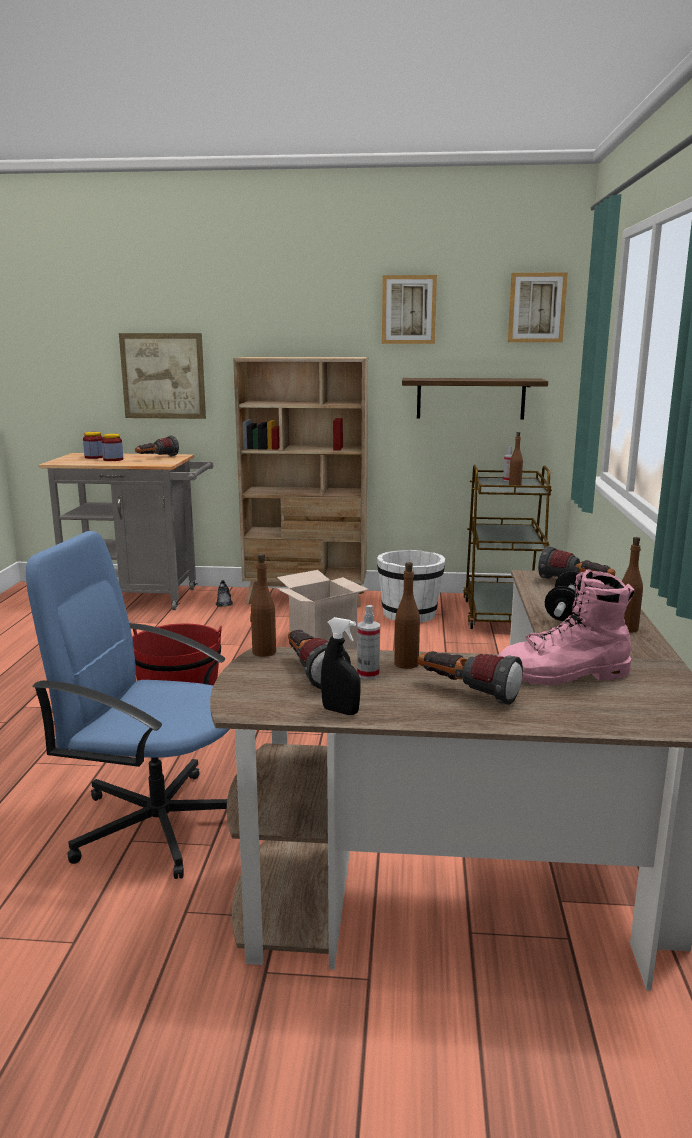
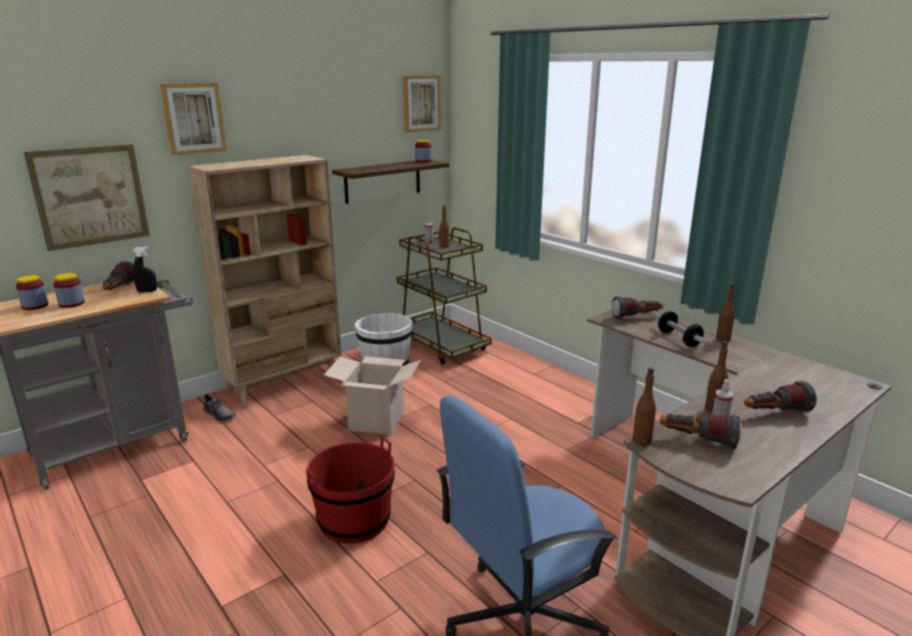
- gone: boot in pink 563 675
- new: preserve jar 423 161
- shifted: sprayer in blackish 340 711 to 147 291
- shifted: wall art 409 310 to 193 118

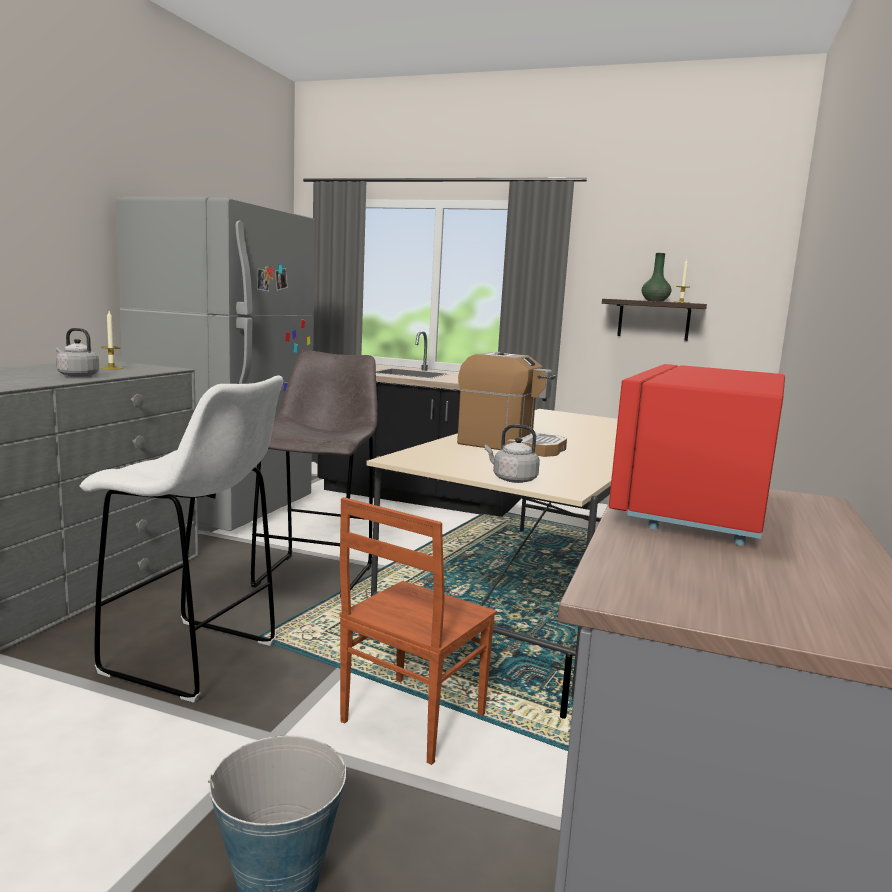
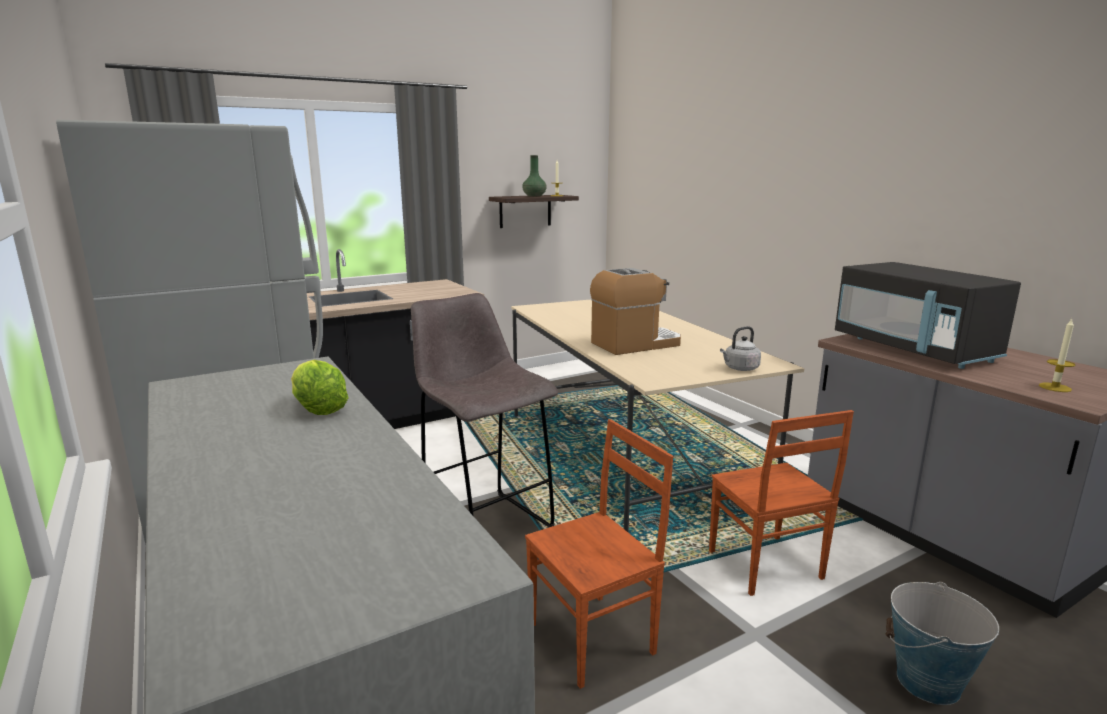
- shifted: wax light 111 368 to 1055 387
- swapped: kettle in grey 76 375 to lettuce 318 409
- swapped: sitting stool in white-coloured 194 659 to chair in brown-coloured 594 638
- repainted: microwave oven in reddish 693 506 to microwave oven in blackish 913 350

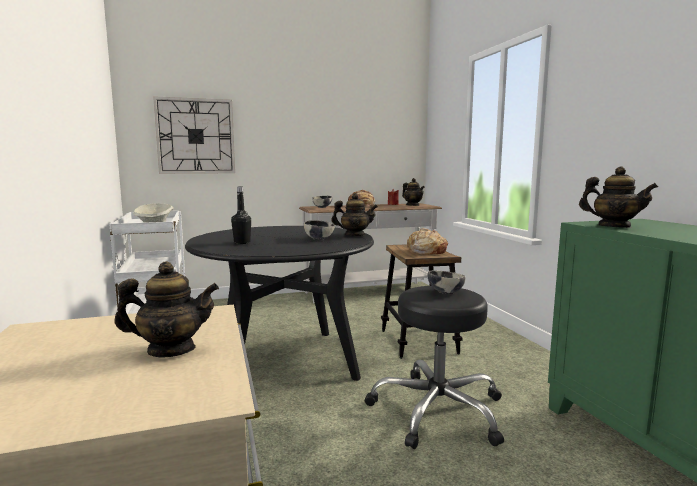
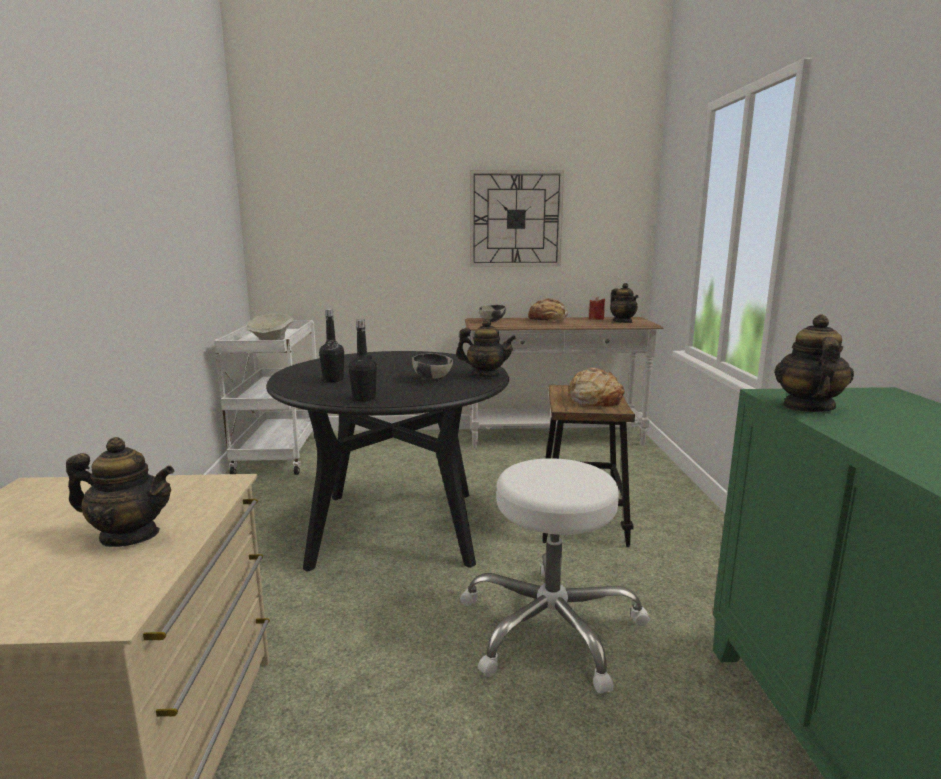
- gone: bowl 445 292
- new: beverage bottle in blackish 364 399
- shifted: clock on the wall 195 136 to 515 219
- repainted: sitting stool in blackish 437 411 to sitting stool in white-coloured 549 627
- rotated: pot for tea 614 227 = 807 407 120 degrees counterclockwise

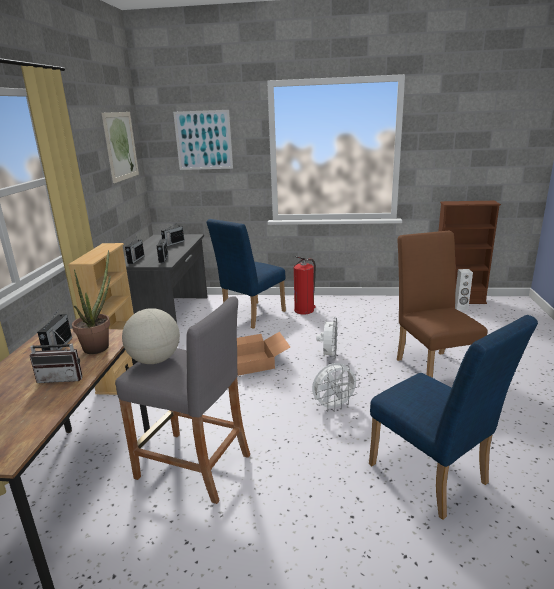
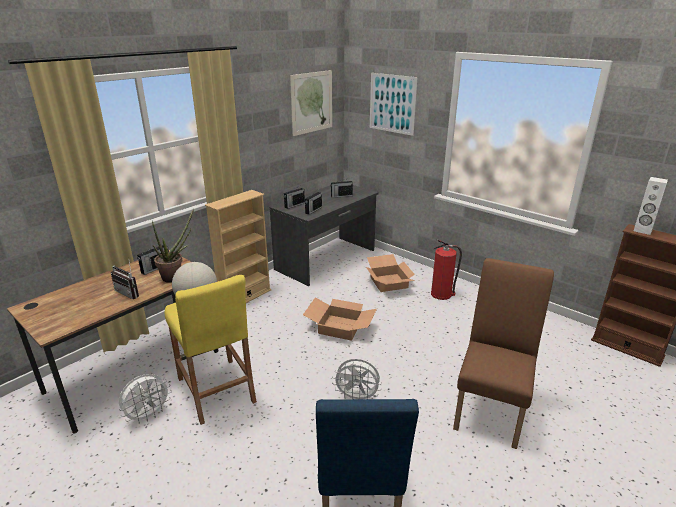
- shifted: fan in white-coloured 328 357 to 148 415
- shifted: loudspeaker in white-coloured 460 308 to 642 230
- swapped: chair in blue-coloured 250 316 to cardboard box 388 282
- repainted: sitting stool in grey 193 466 to sitting stool in yellowish 216 390

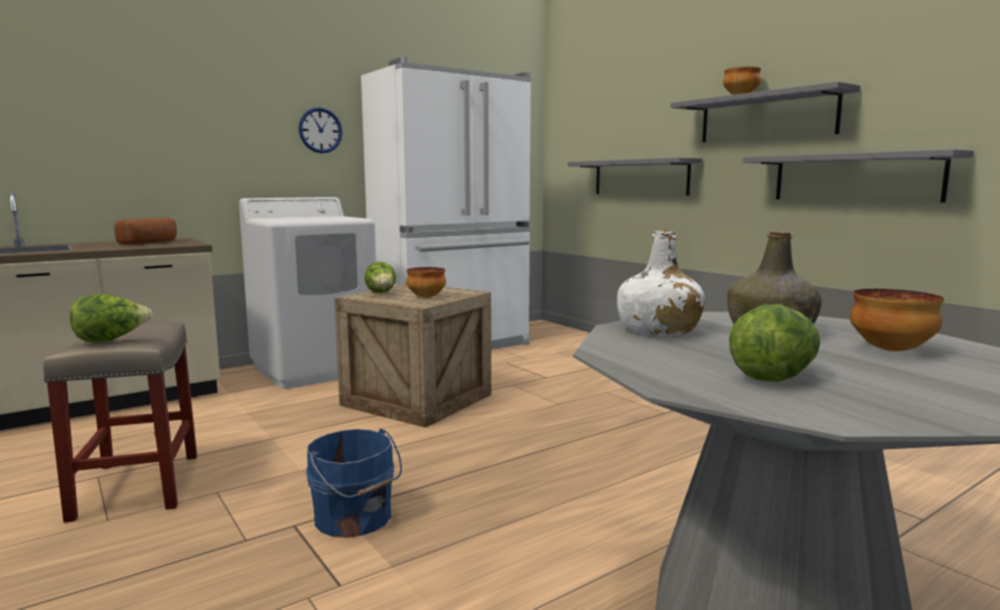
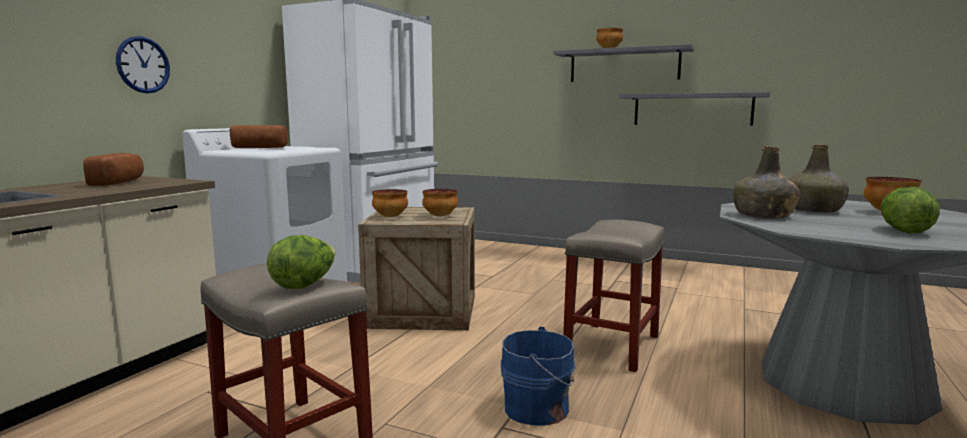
- gone: shelf in grey 640 177
- new: bakery bread 258 148
- new: sitting stool in beige-coloured 612 345
- shifted: clock on the wall 320 130 to 143 65
- swapped: lettuce 381 293 to bowl 390 217
- repainted: beverage bottle in white-coloured 658 330 to beverage bottle in green 763 215

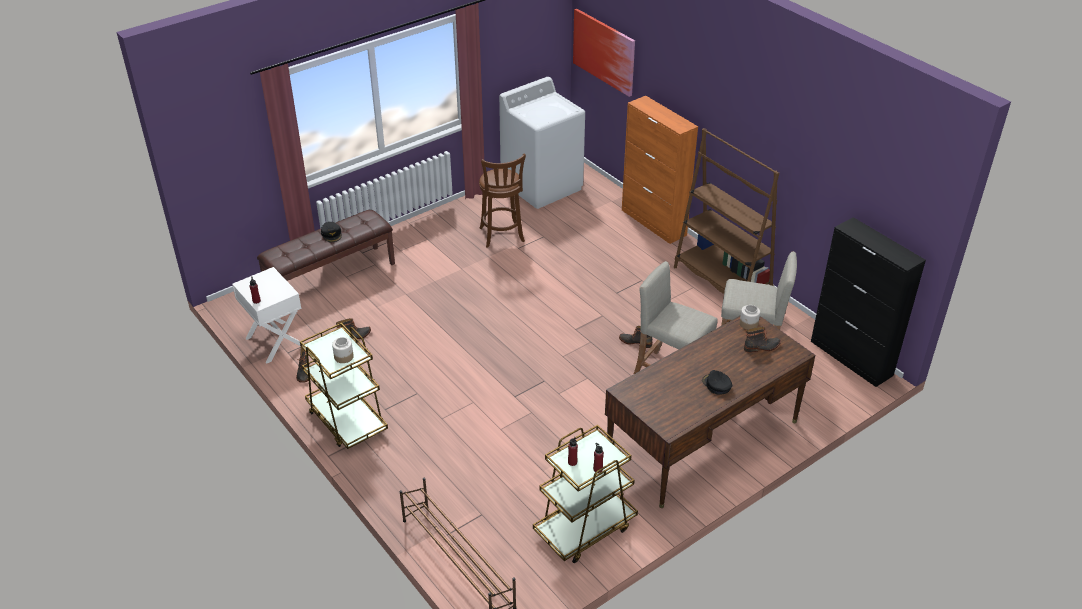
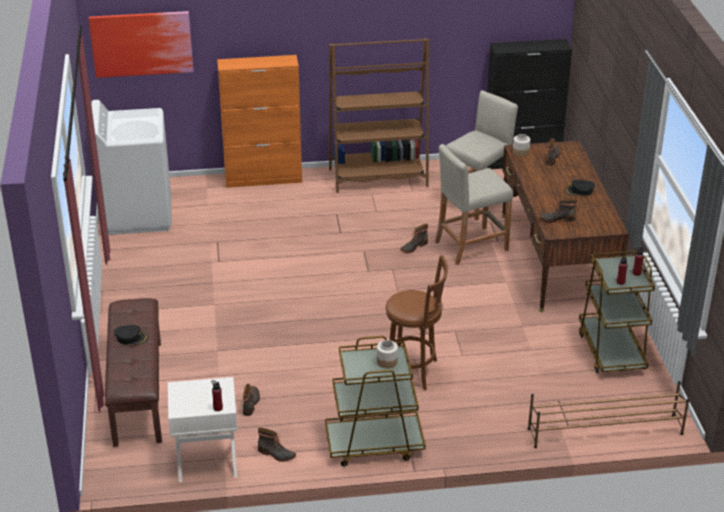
- new: boot 557 219
- shifted: sitting stool in brown-coloured 502 236 to 414 372

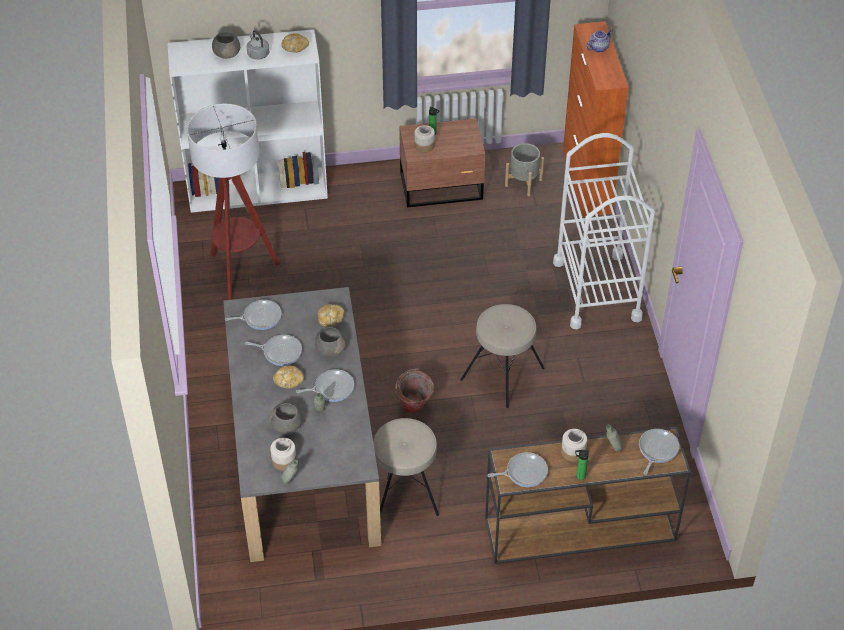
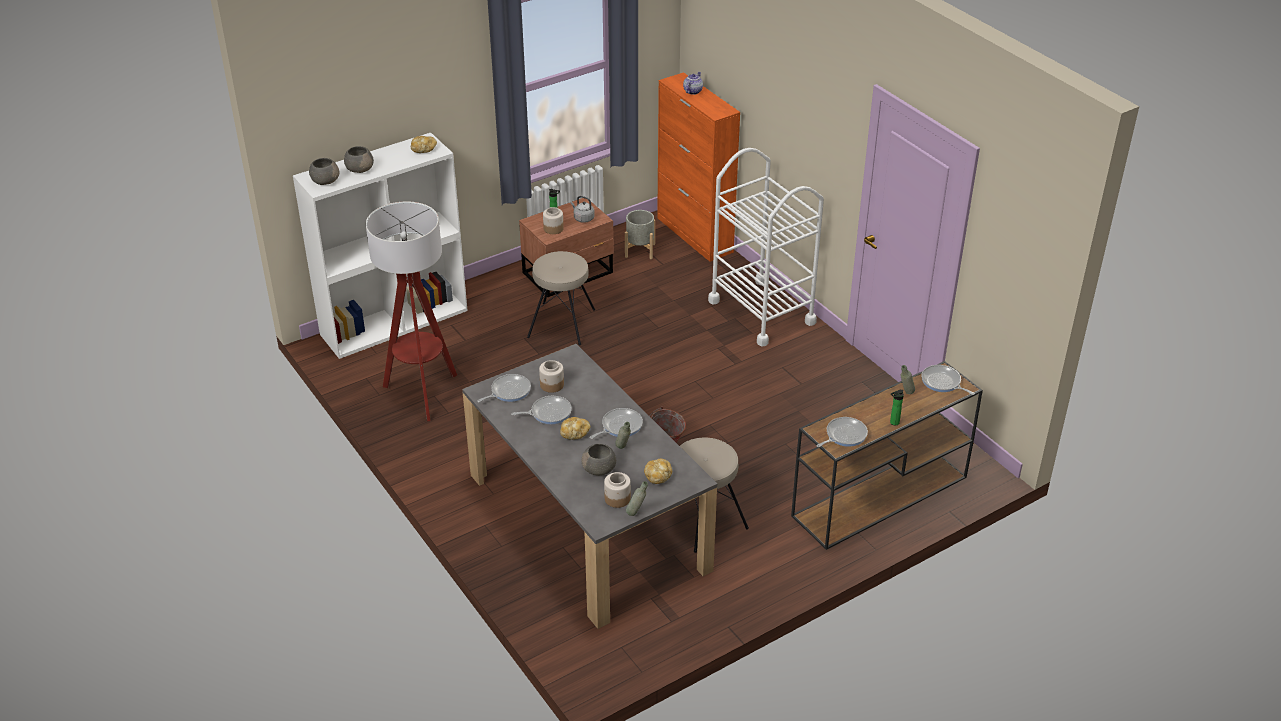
- shifted: kettle in grey 257 54 to 583 218
- shifted: bowl in grey 330 349 to 325 181
- shifted: bakery bread 330 319 to 658 476
- shifted: sitting stool in beige-coloured 503 374 to 562 323
- shifted: preserve jar 573 452 to 552 385
- rotated: frying pan 657 450 = 942 382 45 degrees counterclockwise

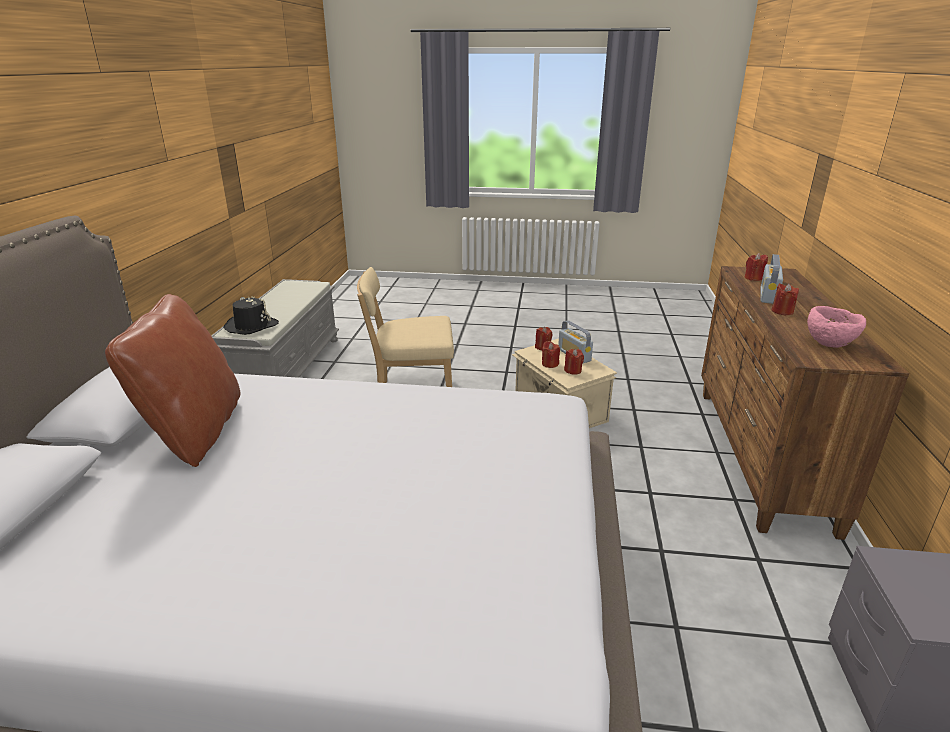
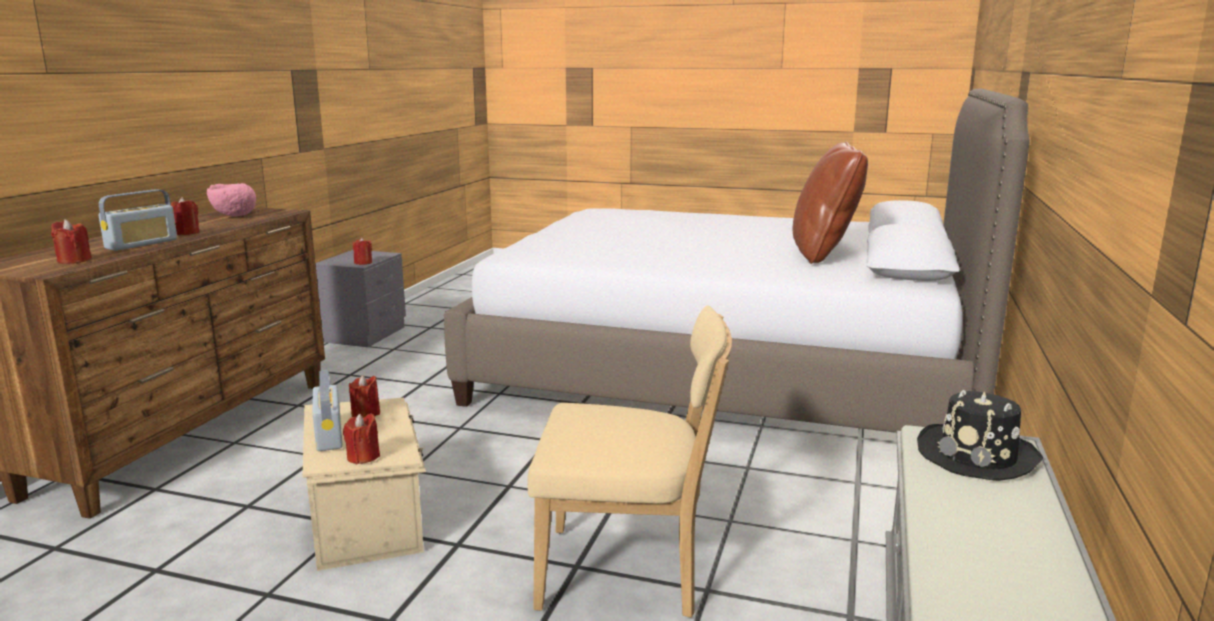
- shifted: wax light in reddish 550 364 to 363 263

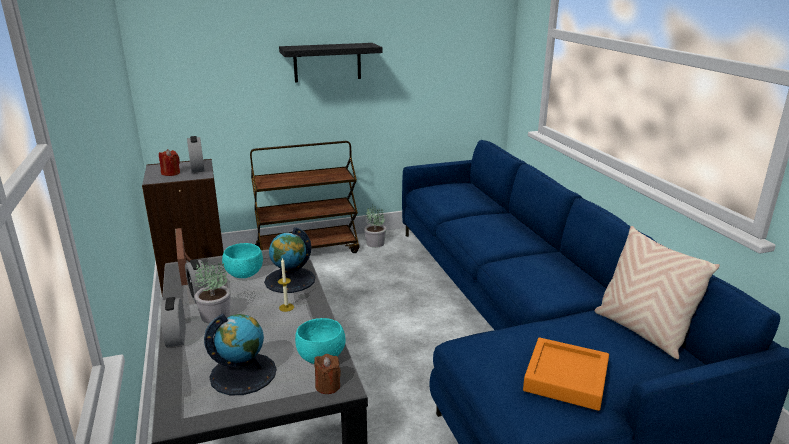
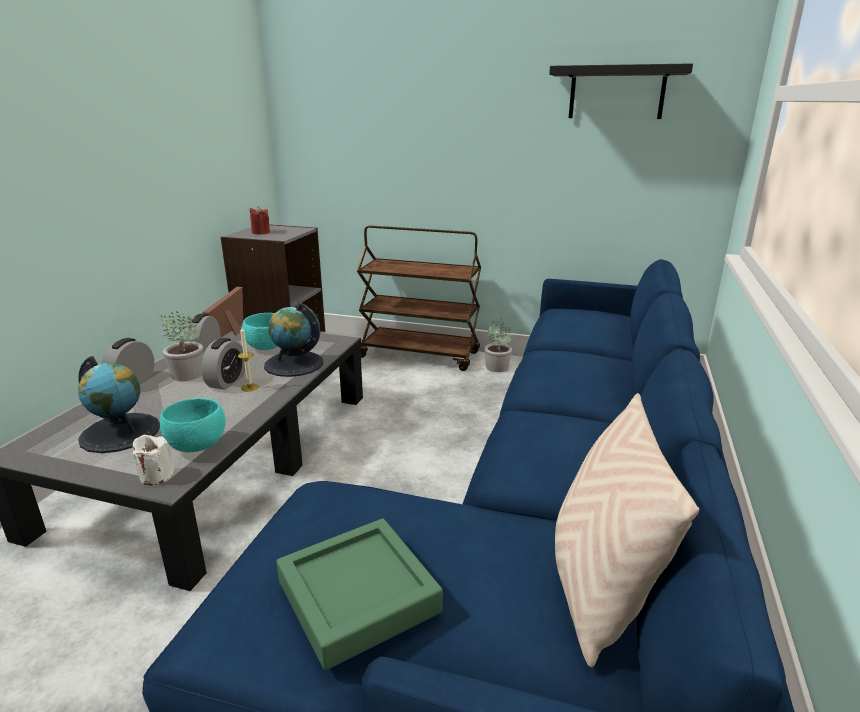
- shifted: alarm clock 197 168 to 227 382
- shifted: shelf in blackish 327 62 to 616 93
- repainted: wax light in brown-coloured 327 386 to wax light in white-coloured 156 476
- repainted: carrying tray in orange 566 379 to carrying tray in green 358 596

